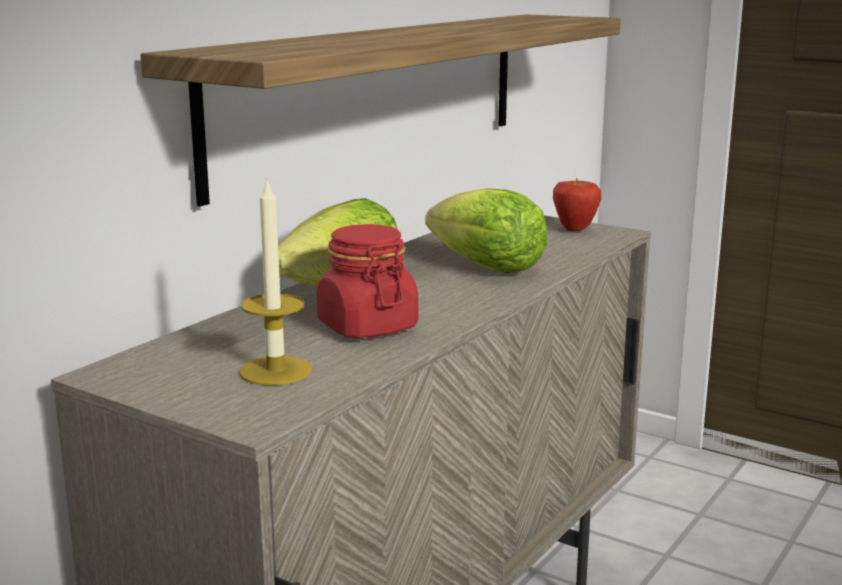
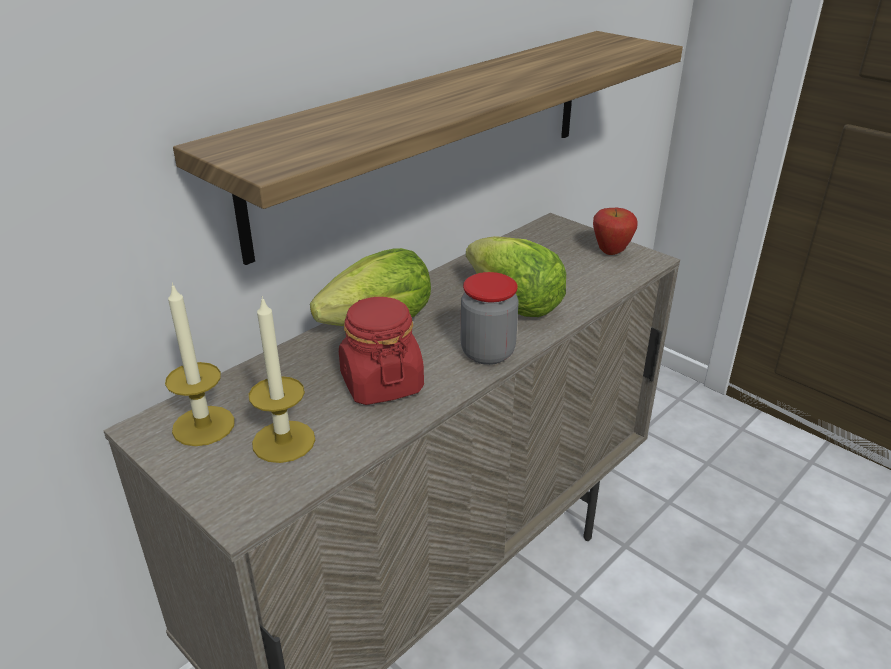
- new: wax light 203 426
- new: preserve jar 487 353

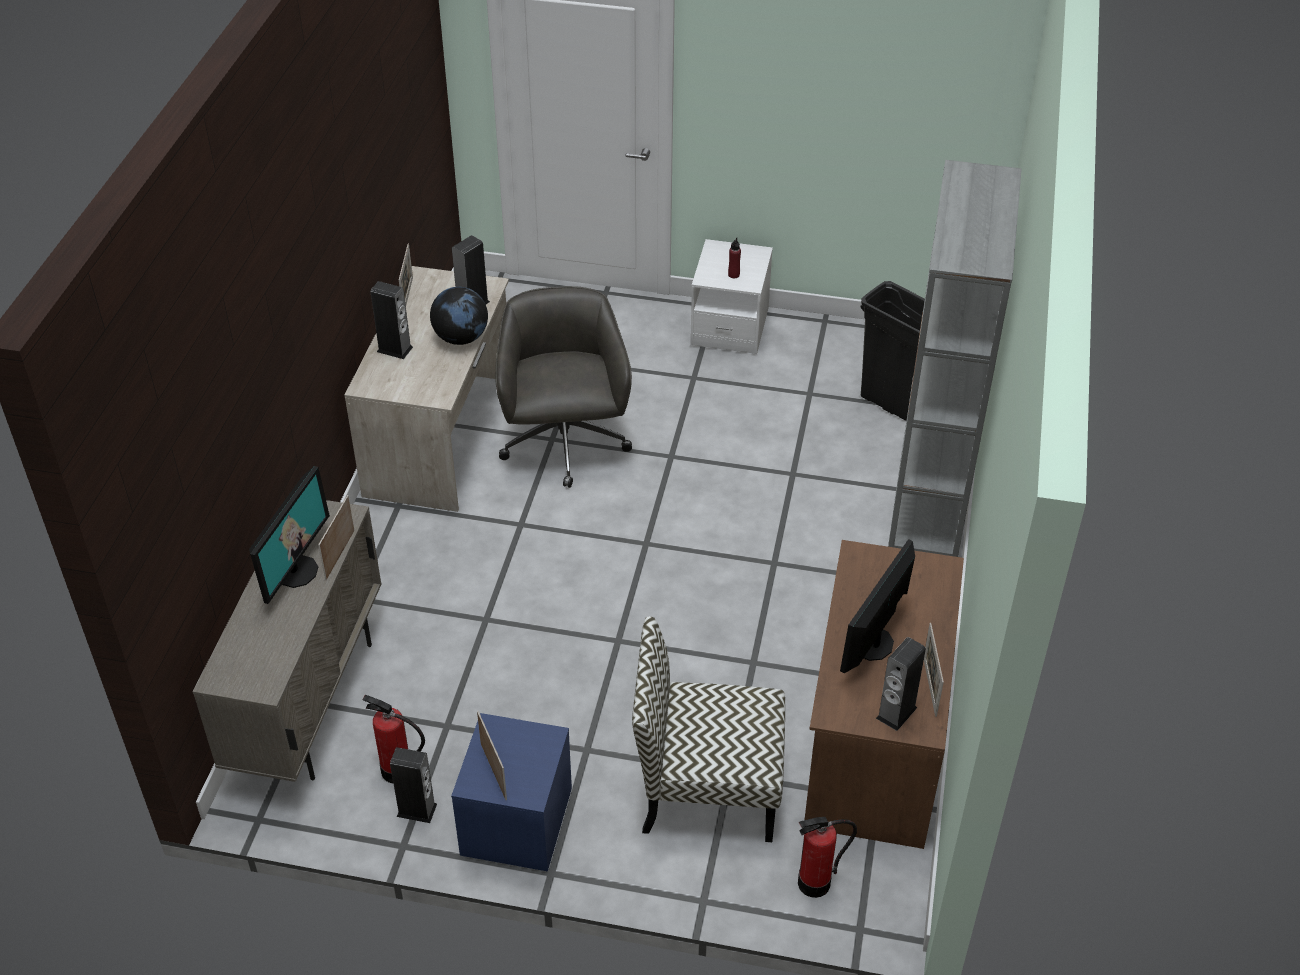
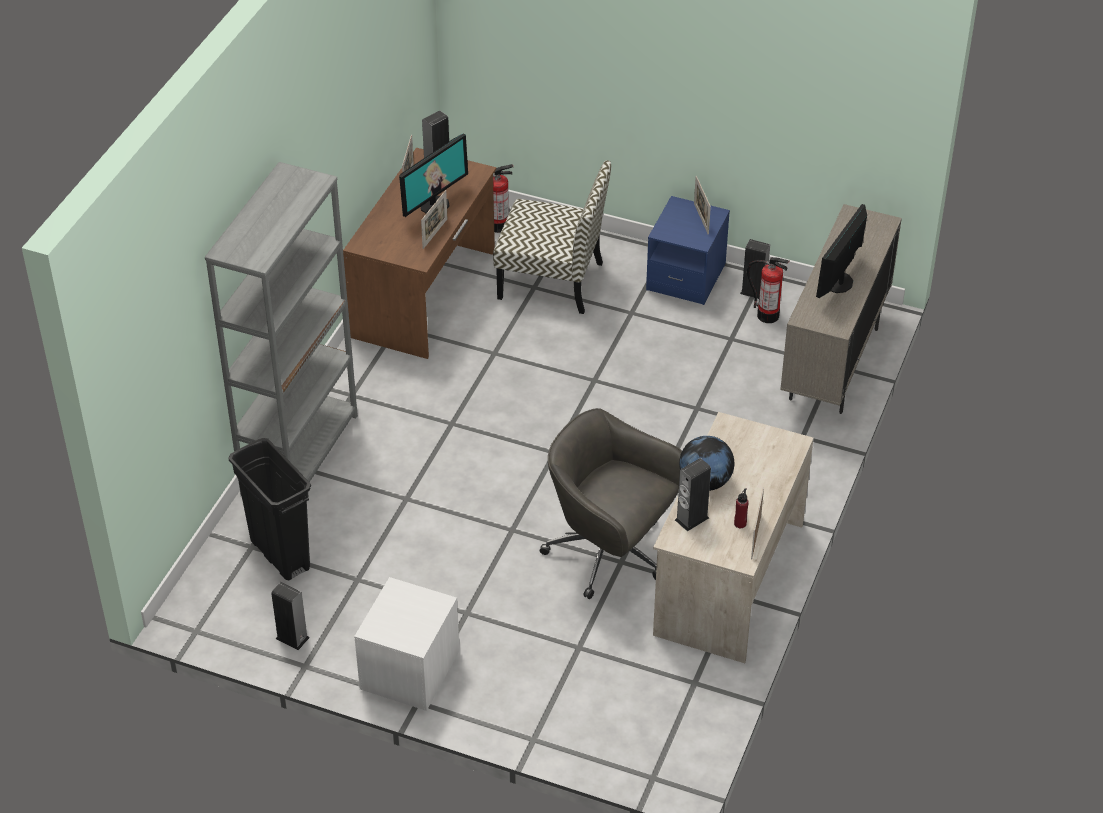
- shifted: picture frame 340 555 to 435 233
- shifted: loudspeaker 395 349 to 292 638
- shifted: beverage bottle in reddish 733 274 to 740 523
- rotated: computer chair in grey 564 444 = 610 554 120 degrees clockwise

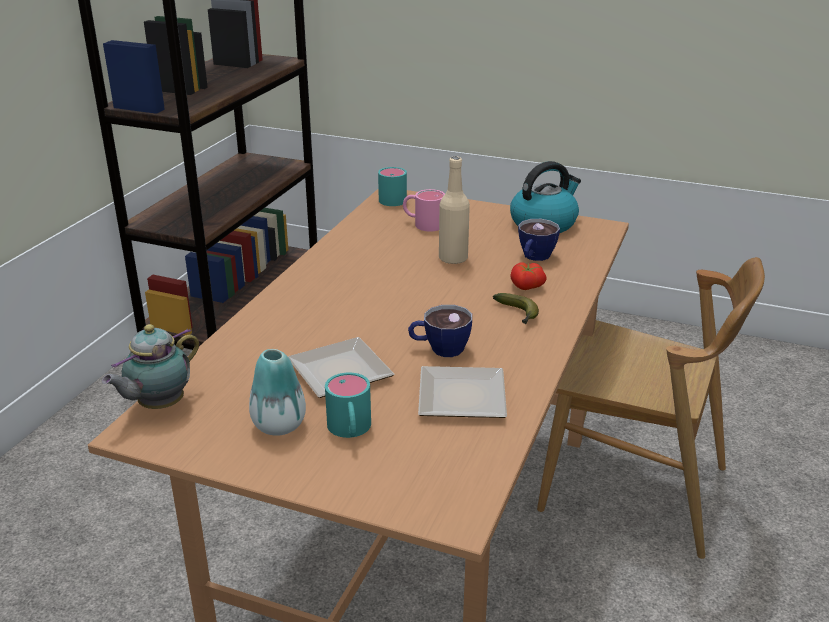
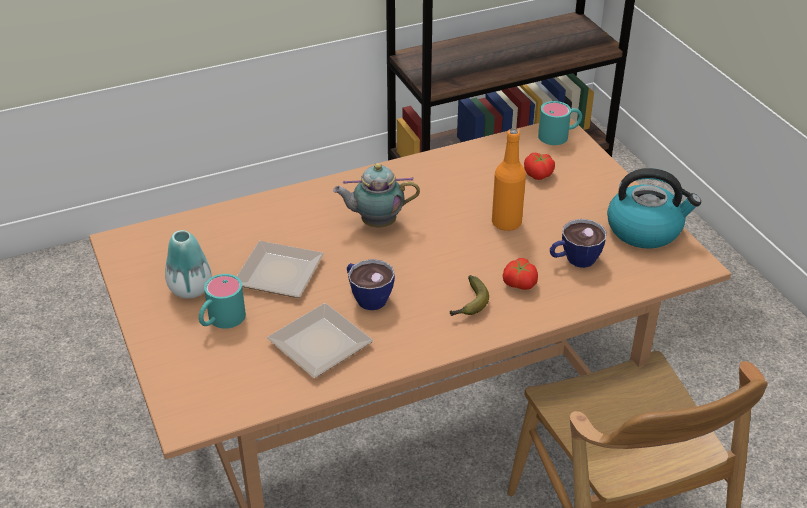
- shifted: pot for tea 158 406 to 376 223
- swapped: tea mug in pink 423 224 to whole tomato 539 174
- repainted: beverage bottle in beige-coloured 453 258 to beverage bottle in orange 506 223

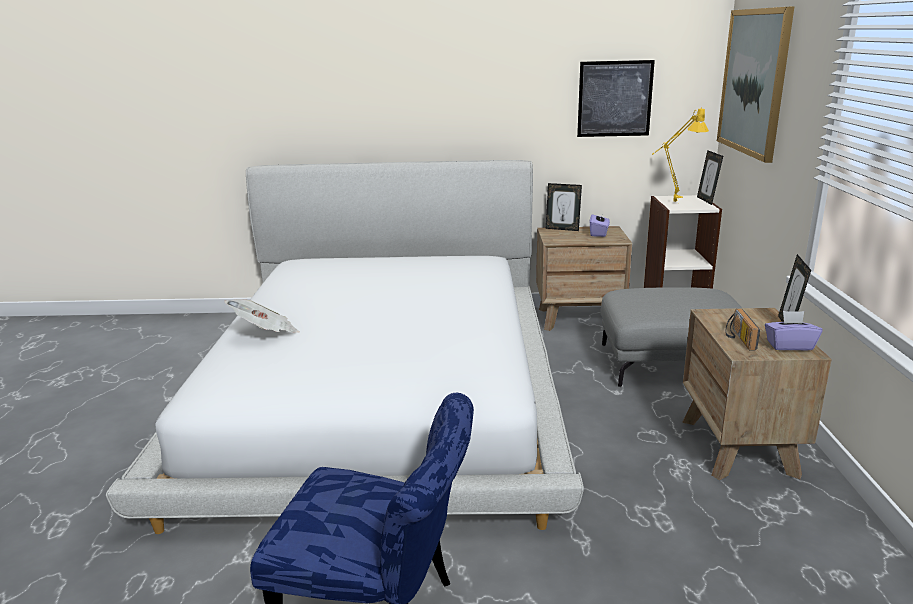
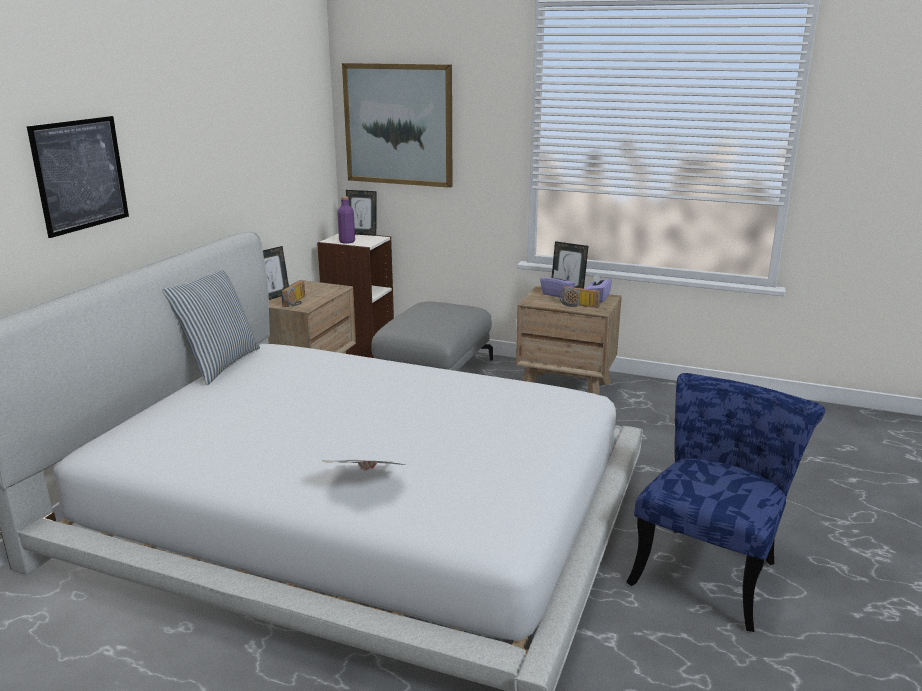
- new: cushion 219 364
- new: radio 296 302
- shifted: wall art 614 99 to 80 174
- shifted: box of tissues in purple 599 233 to 557 294
- swapped: tabletop lamp in yellowish 671 201 to beverage bottle in purple 347 241

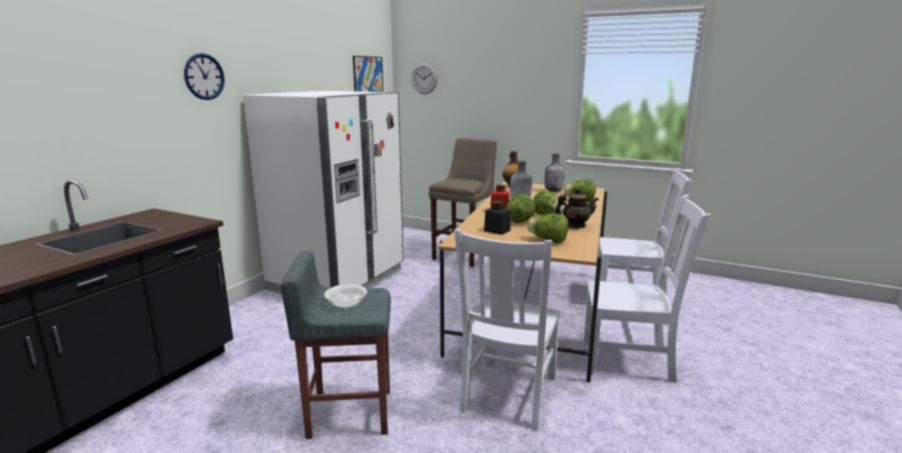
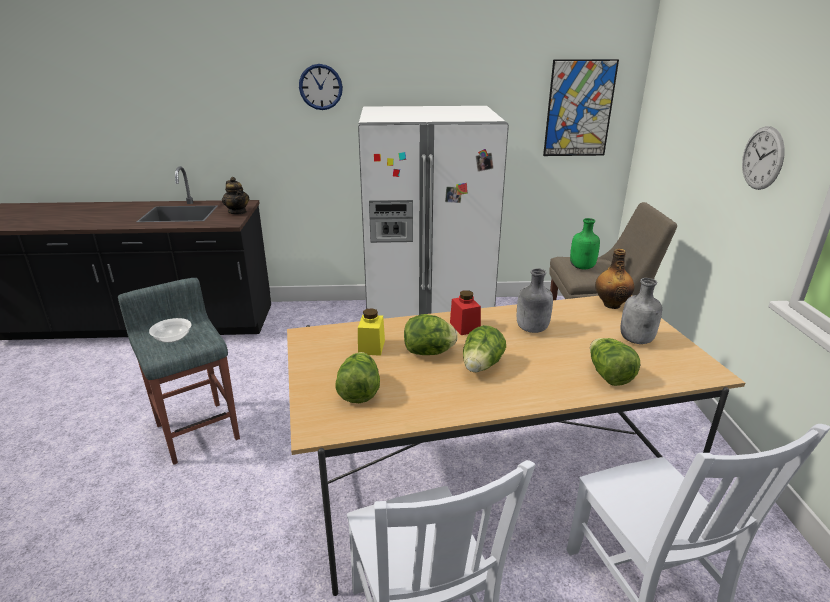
- gone: chair in white-coloured 508 396
- new: beverage bottle in green 582 267
- shifted: clock on the wall 424 79 to 762 158
- shifted: pot for tea 575 226 to 237 212
- repainted: preserve jar in blackish 497 231 to preserve jar in yellowish 371 347

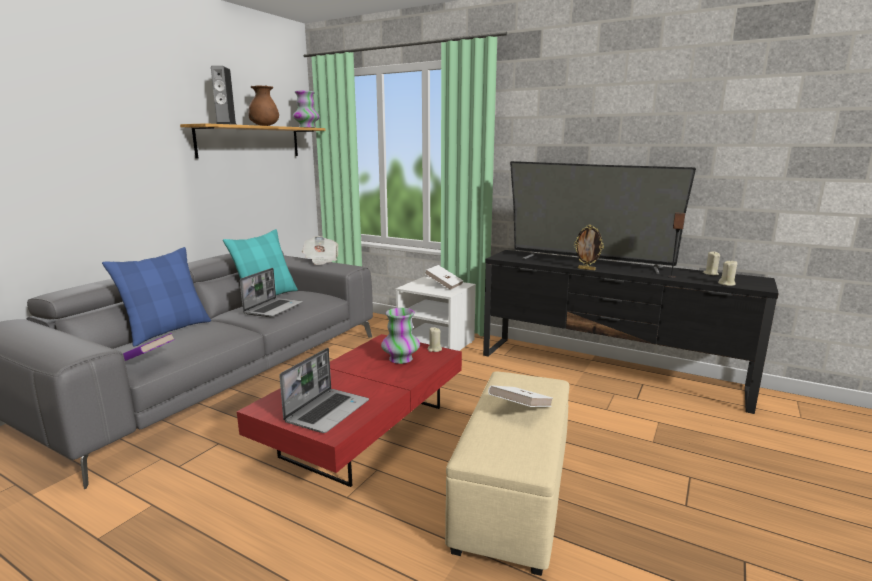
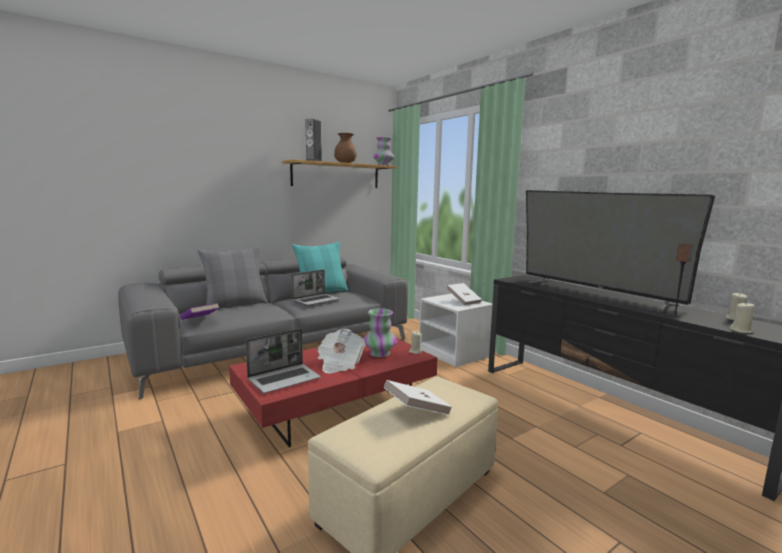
- gone: picture frame 586 269
- shifted: printed paper 321 260 to 339 364
- repainted: cushion in blue-coloured 167 331 to cushion in grey 235 305

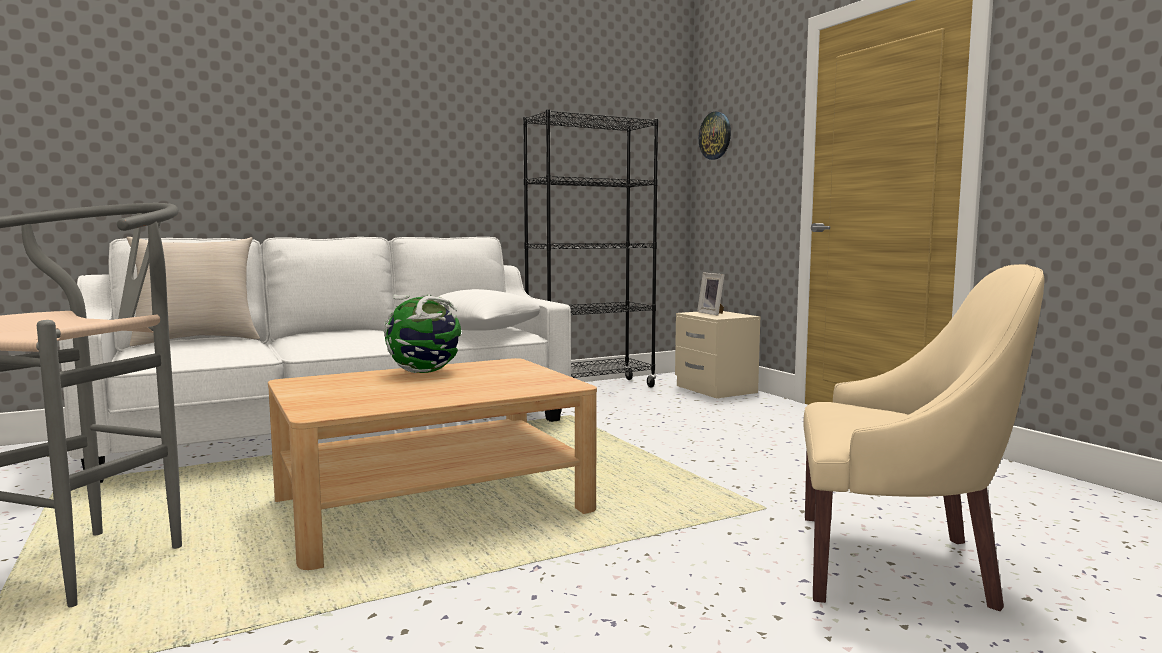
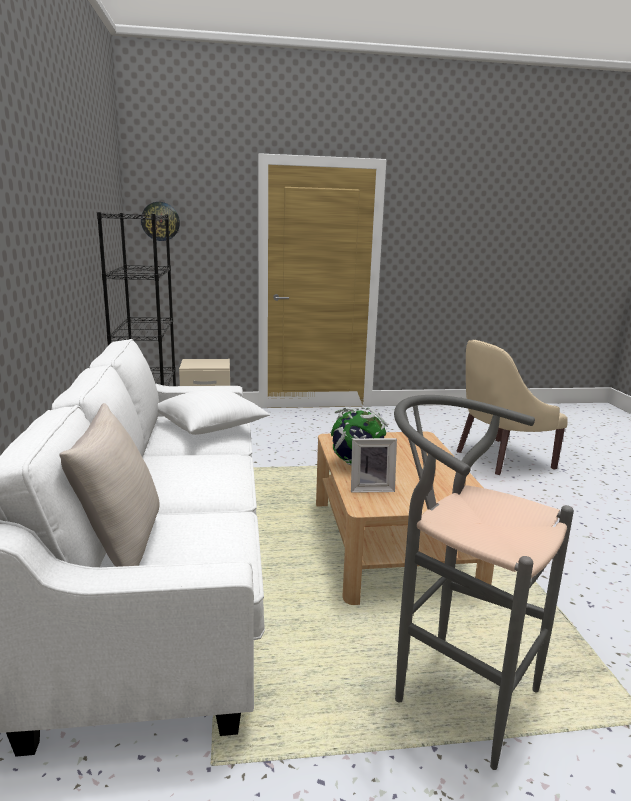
- shifted: picture frame 712 313 to 371 488
- rotated: easy chair in beige-coloured 896 563 = 500 458 150 degrees counterclockwise

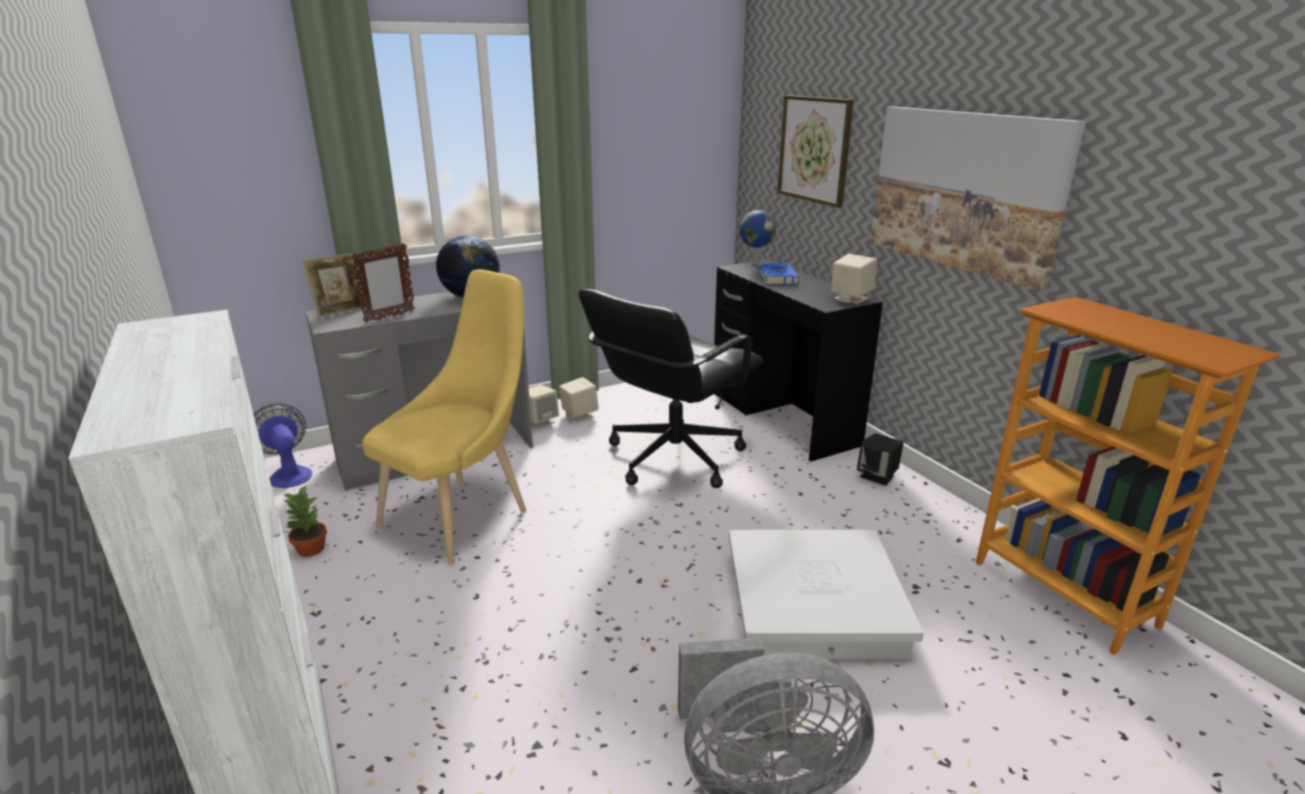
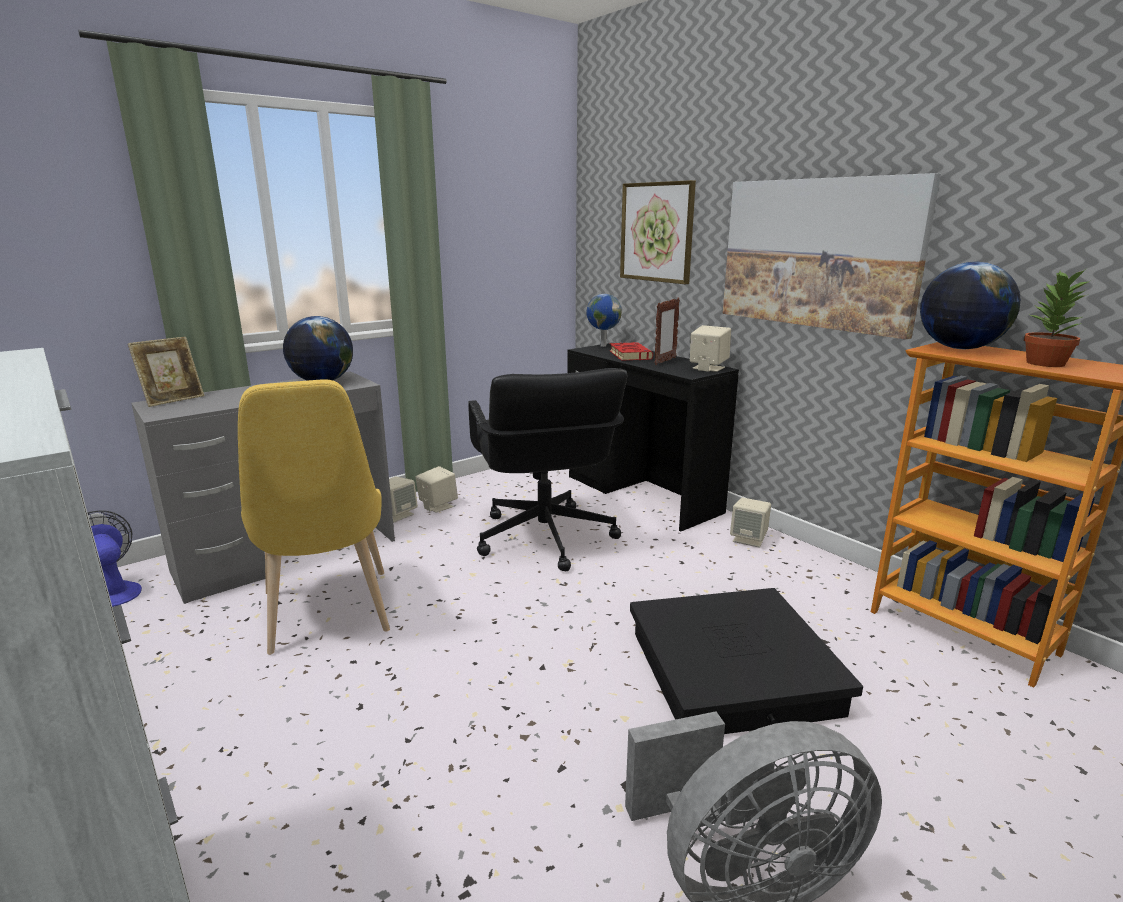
- new: world globe 959 348
- shifted: houseplant 310 549 to 1045 363
- shifted: picture frame 389 317 to 665 361
- repainted: storage container in white-coloured 814 604 to storage container in blackish 733 671
- repainted: volume in blue-coloured 777 277 to volume in reddish 629 355
- repainted: loudspeaker in blackish 877 476 to loudspeaker in beige-coloured 749 539
- rotated: chair in yellowish 462 515 = 328 617 135 degrees clockwise
- rotated: computer chair in blackish 672 457 = 544 538 45 degrees counterclockwise

